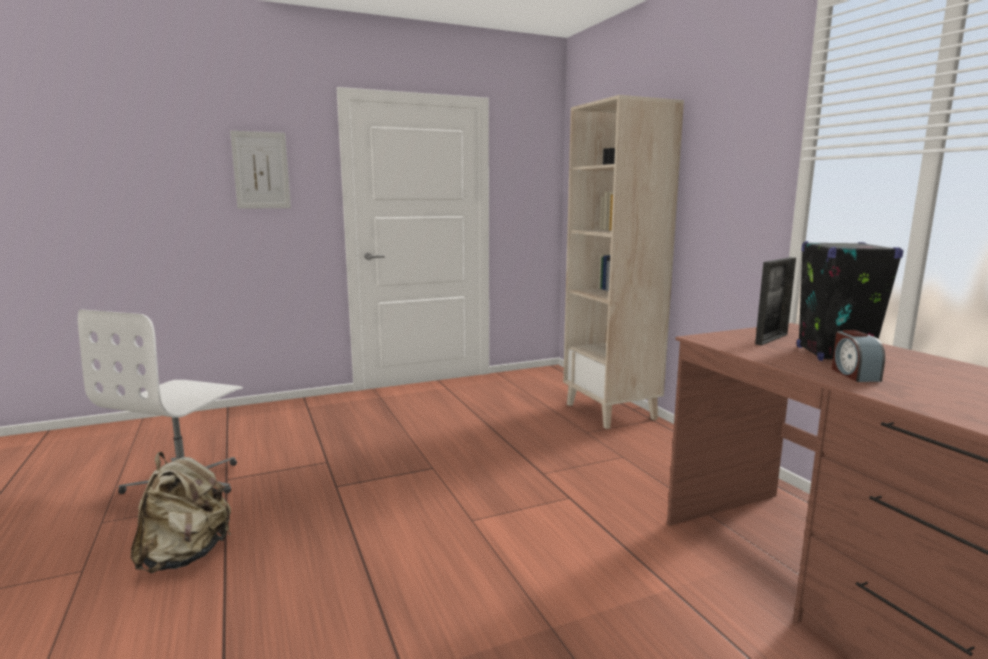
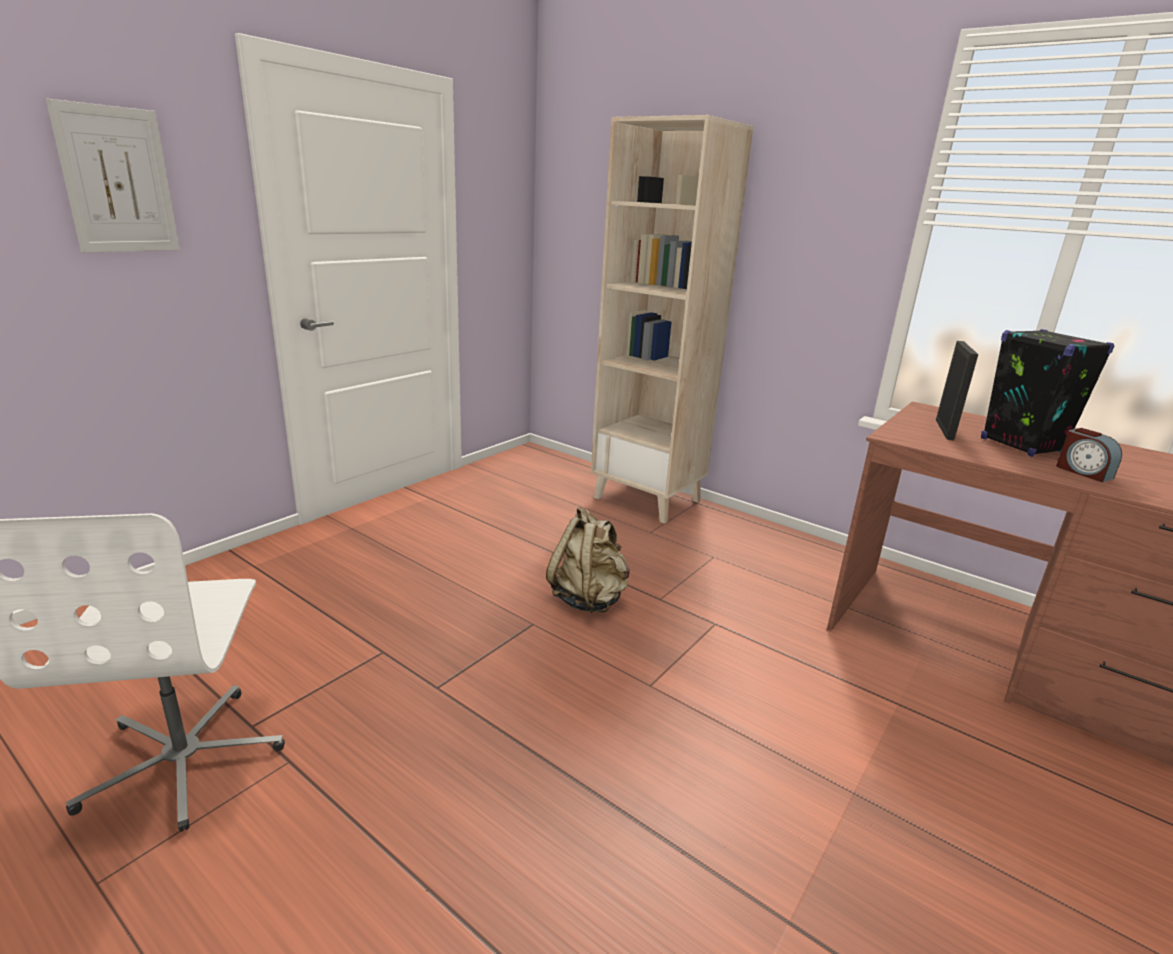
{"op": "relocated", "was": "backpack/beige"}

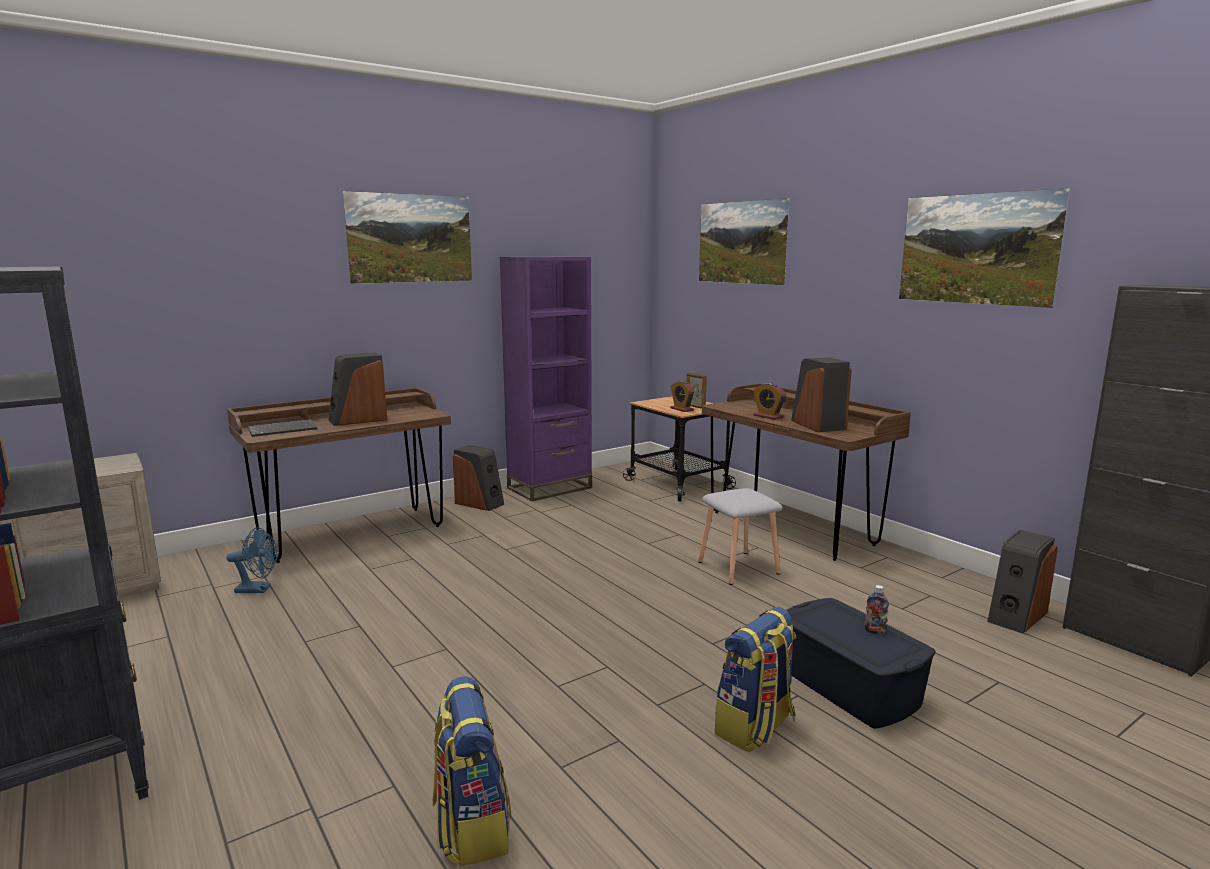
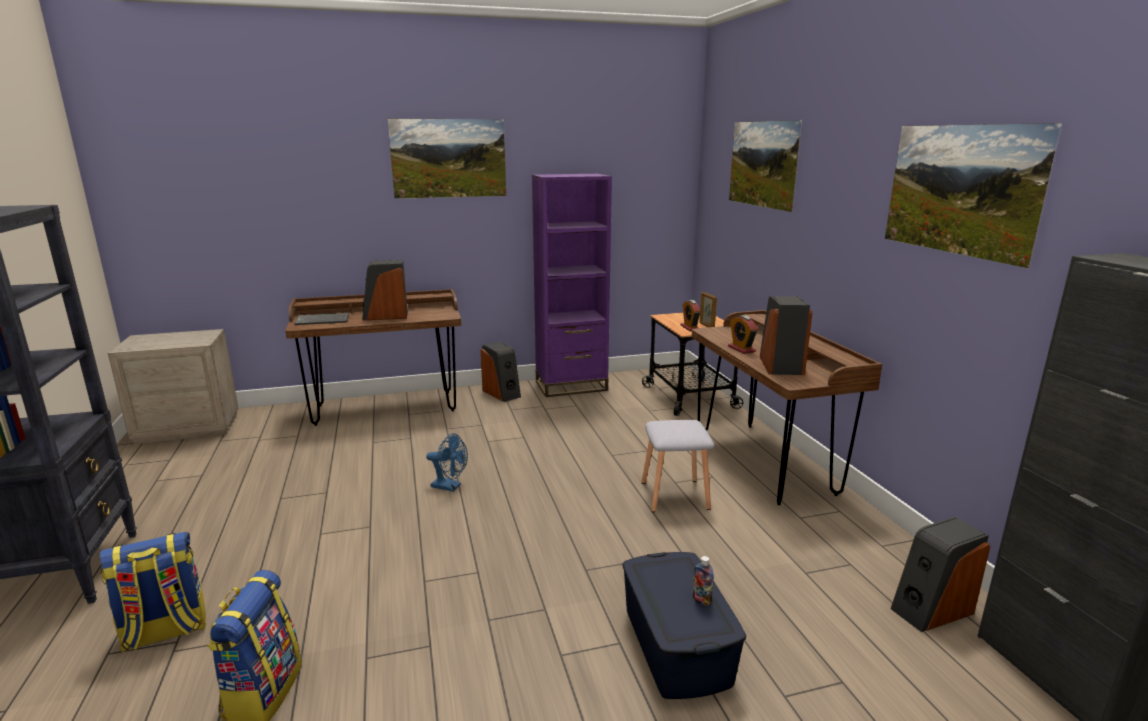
{"op": "relocated", "was": "fan/blue"}
{"op": "relocated", "was": "backpack (no. 2 from left in the first image)", "now": "backpack (no. 1 from left)"}

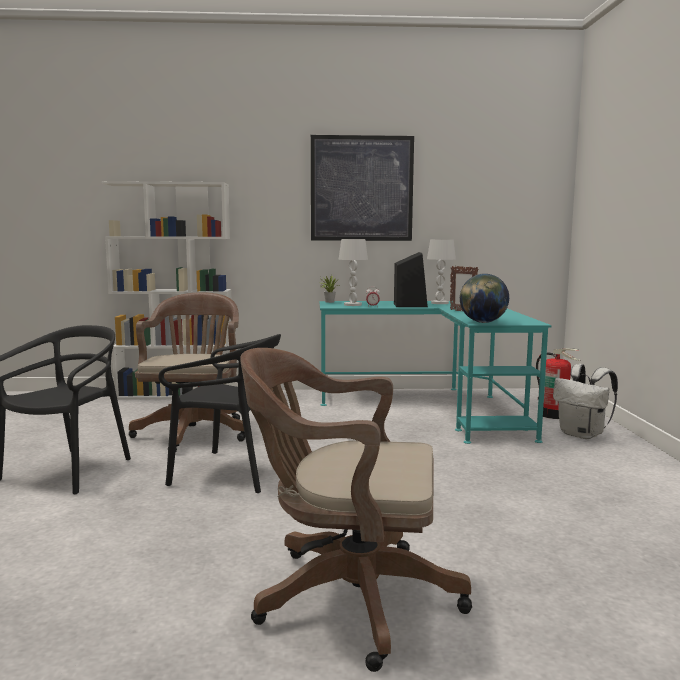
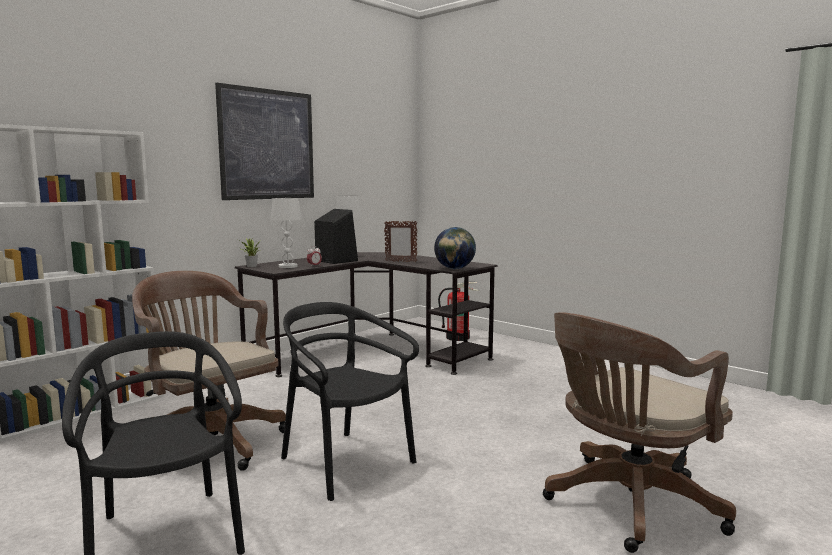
{"op": "spun", "was": "chair/black (no. 2 from left)", "clockwise": -105}
{"op": "colour", "was": "desk/turquoise", "now": "desk/black"}
{"op": "missing", "was": "backpack/white"}

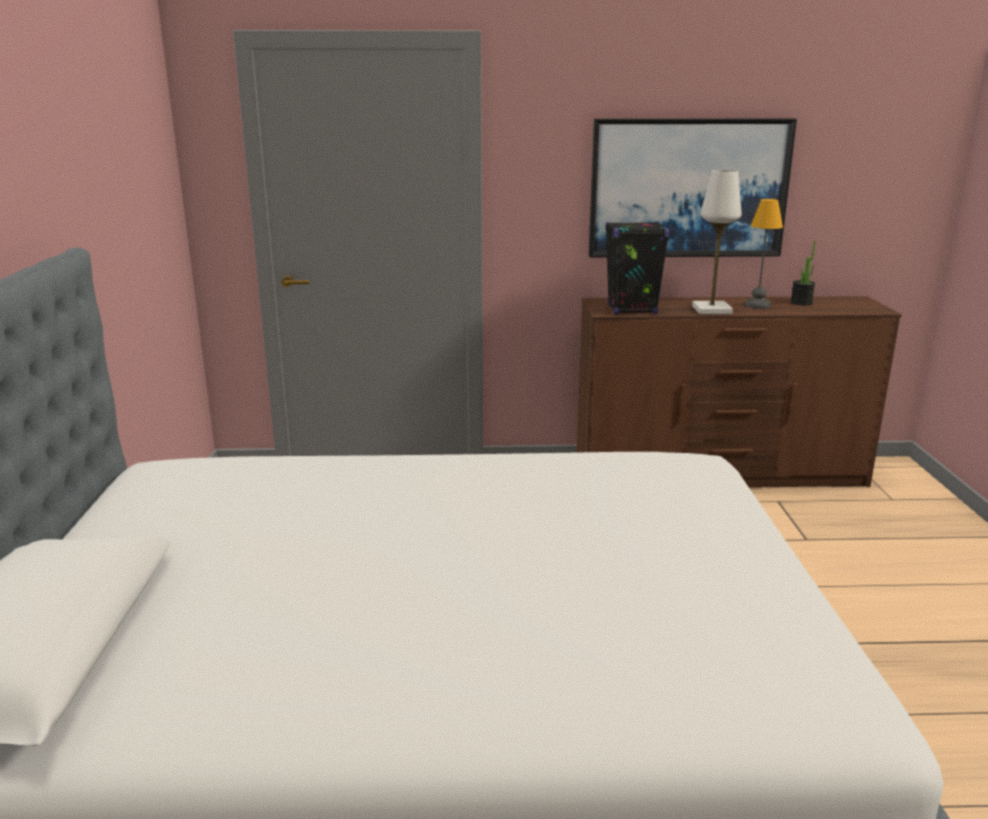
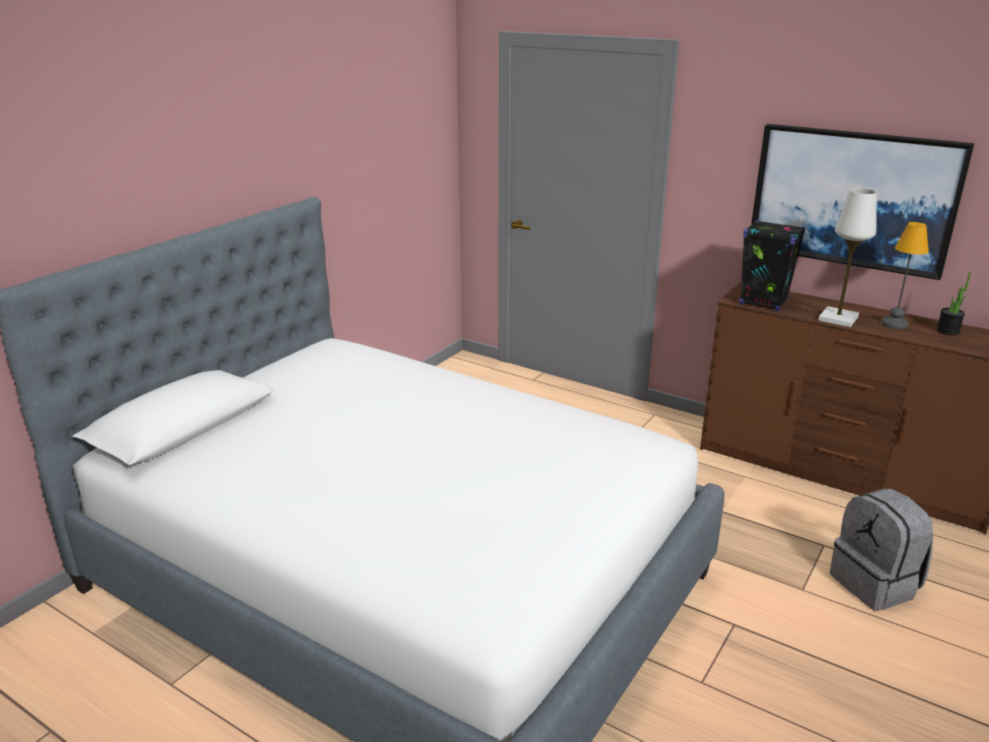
{"op": "appeared", "now": "backpack/grey"}

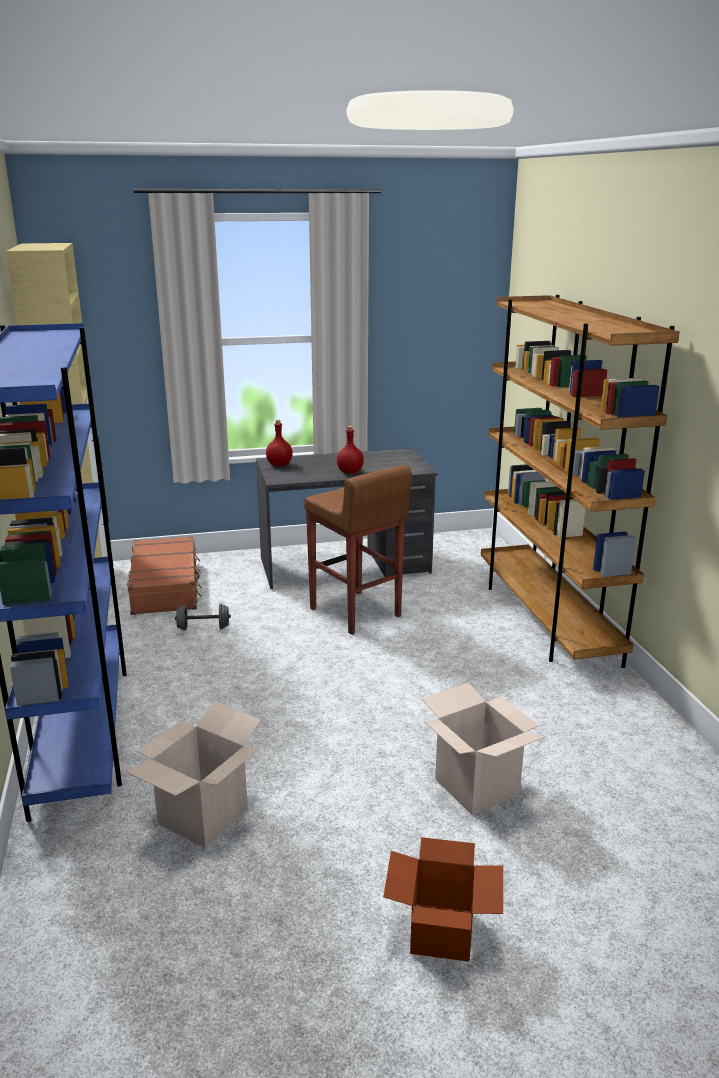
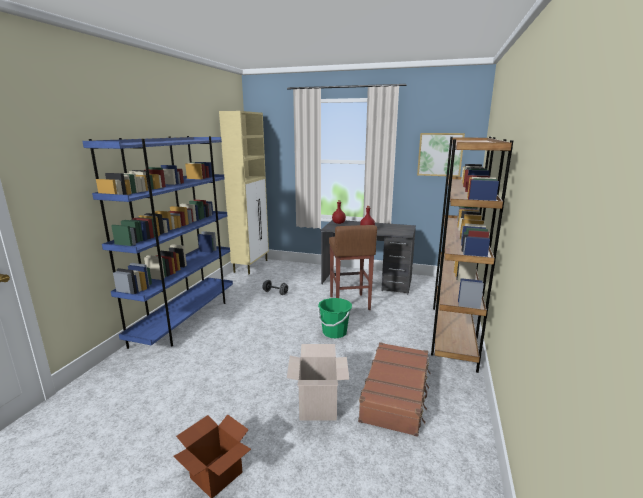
{"op": "missing", "was": "cardboard box (no. 1 from left)"}
{"op": "relocated", "was": "suitcase/brown"}
{"op": "appeared", "now": "bucket/green"}
{"op": "appeared", "now": "picture"}

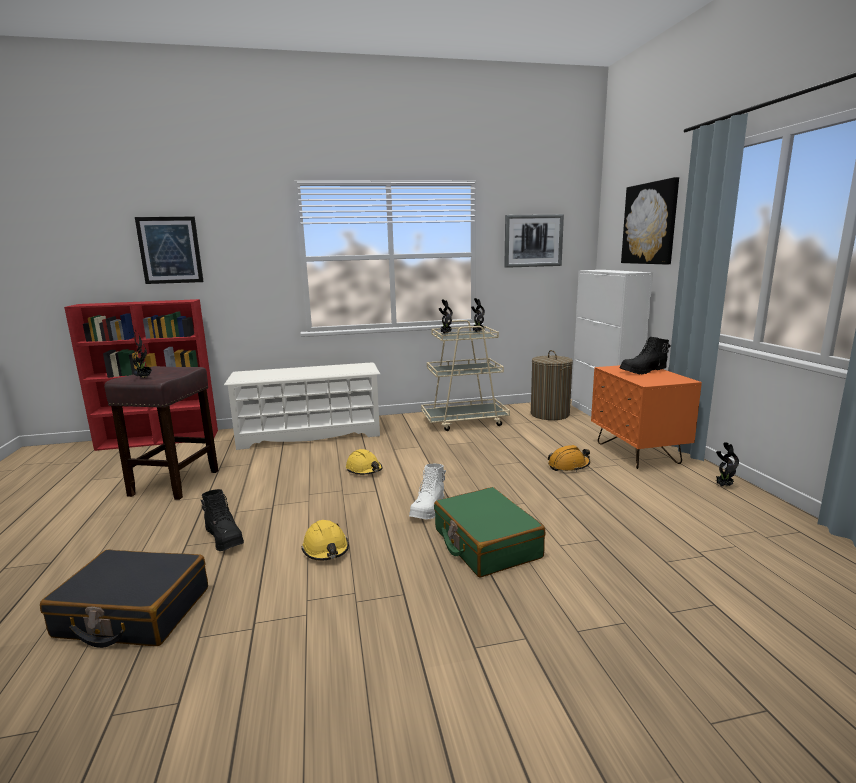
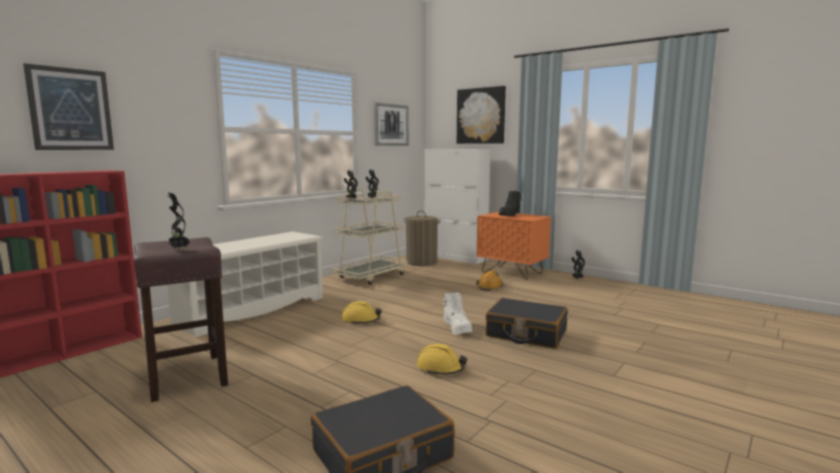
{"op": "missing", "was": "boot/black (no. 1 from left)"}
{"op": "colour", "was": "suitcase/green", "now": "suitcase/black (no. 2 from left)"}

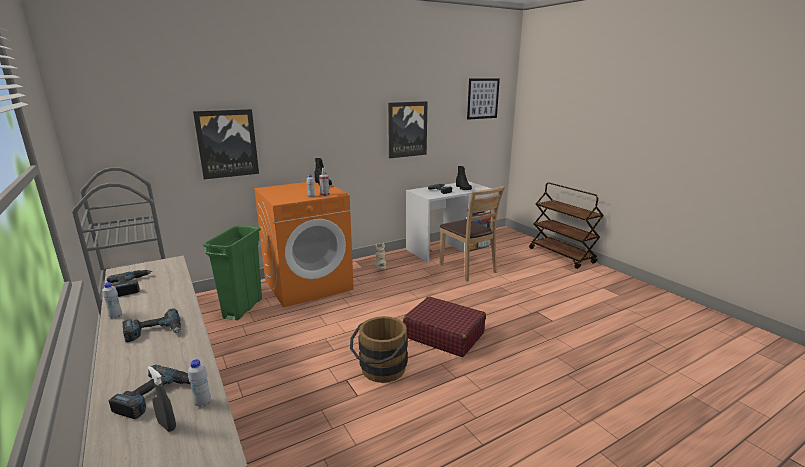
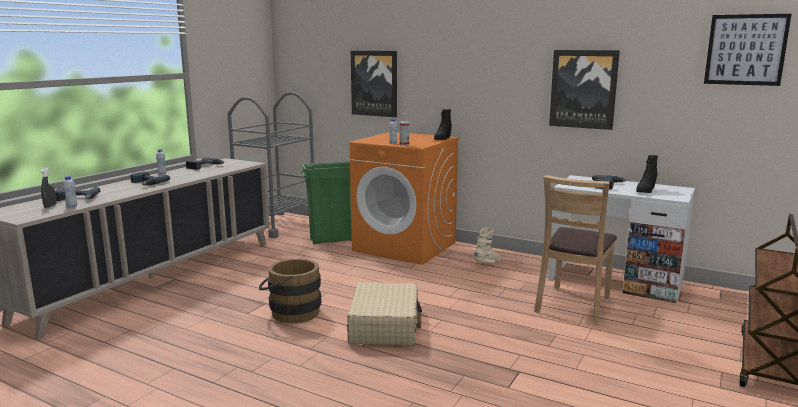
{"op": "colour", "was": "suitcase/red", "now": "suitcase/beige"}

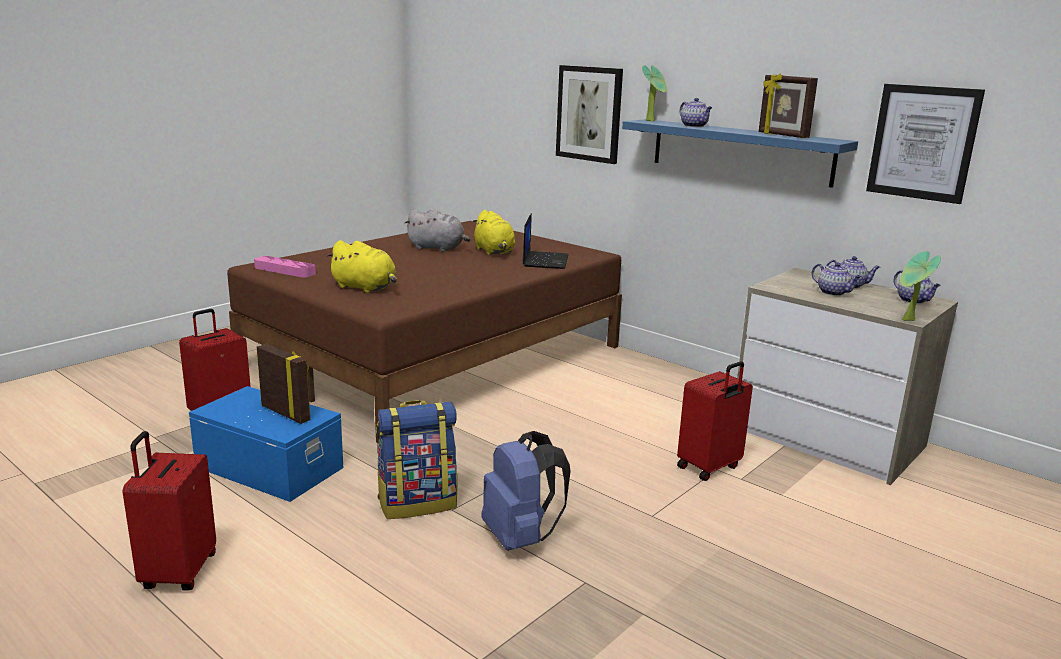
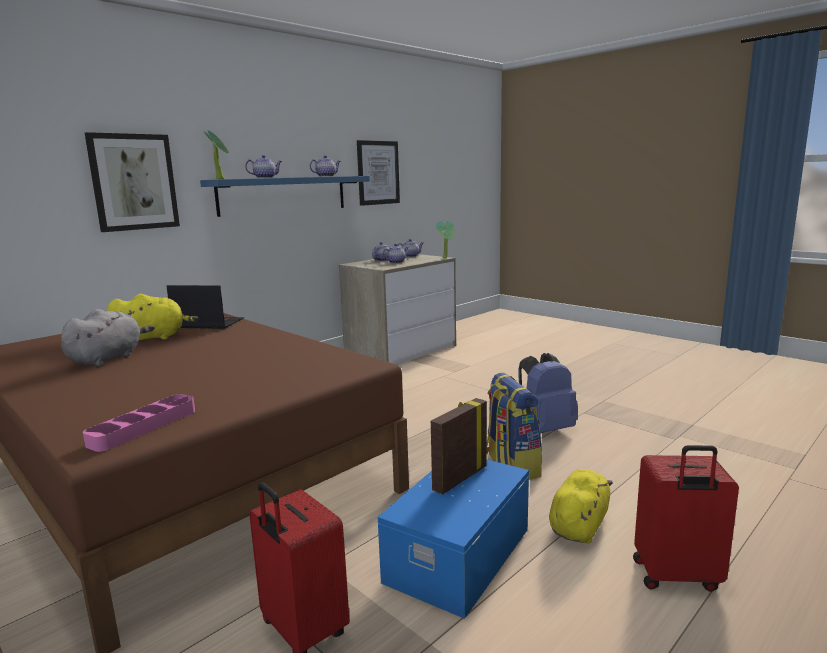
{"op": "relocated", "was": "plush toy/yellow (no. 1 from left in the first image)", "now": "plush toy/yellow (no. 2 from left)"}
{"op": "missing", "was": "suitcase/red (no. 3 from left)"}
{"op": "exchanged", "was": "picture frame (no. 2 from left)", "now": "teapot (no. 2 from left)"}

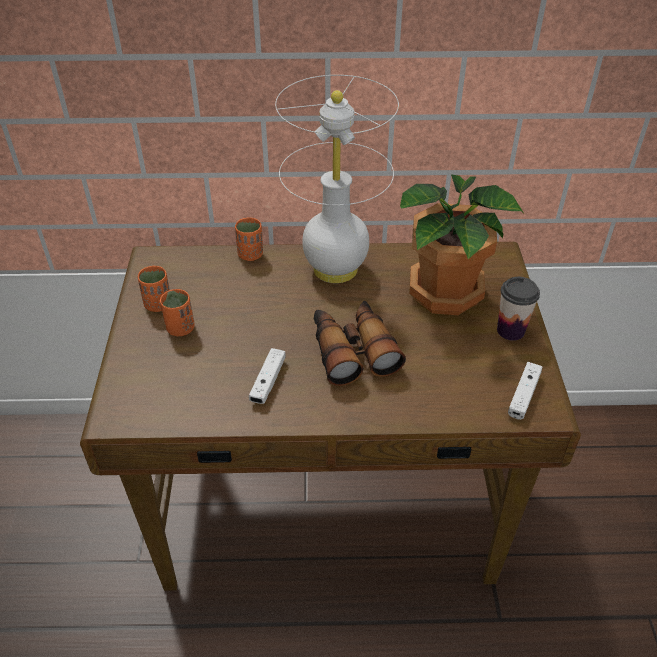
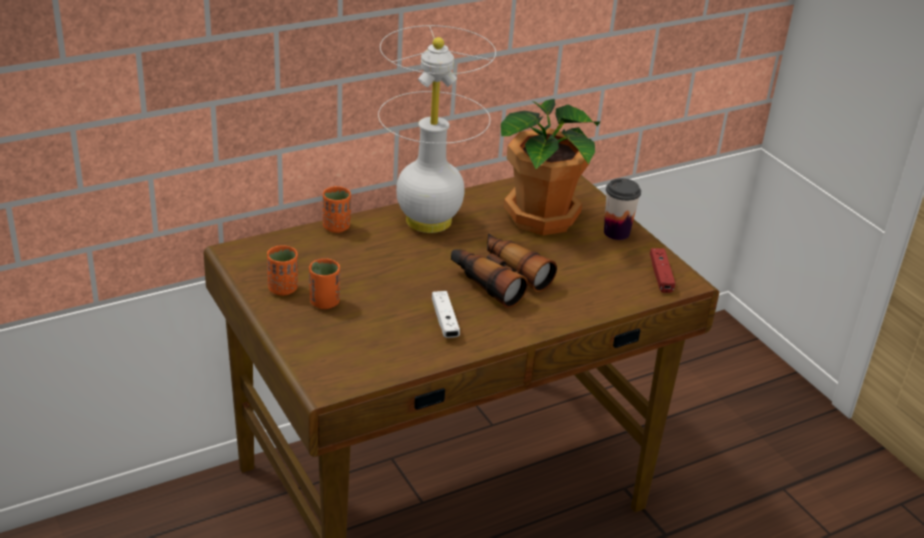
{"op": "colour", "was": "game controller/white (no. 2 from left)", "now": "game controller/red"}

